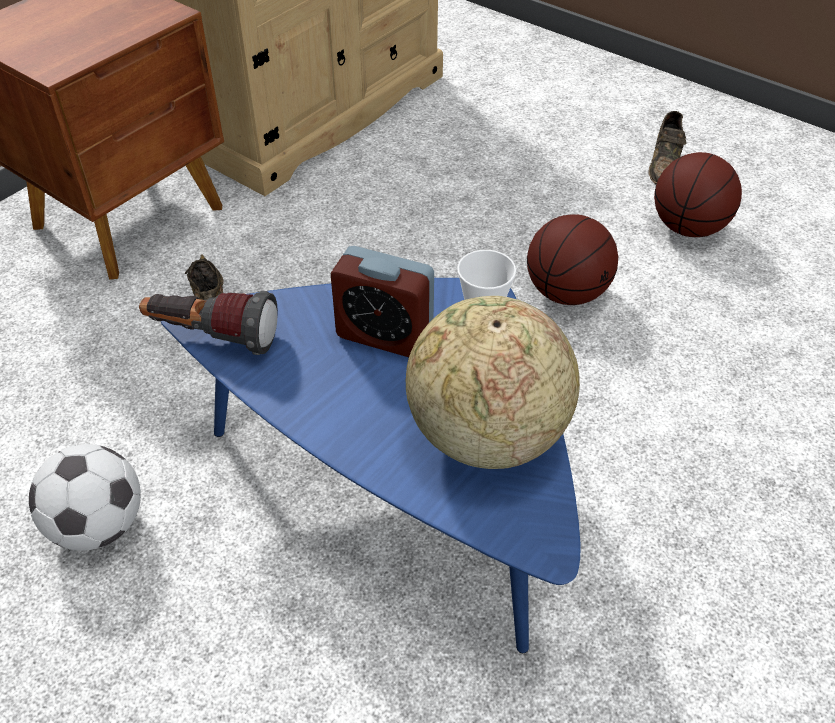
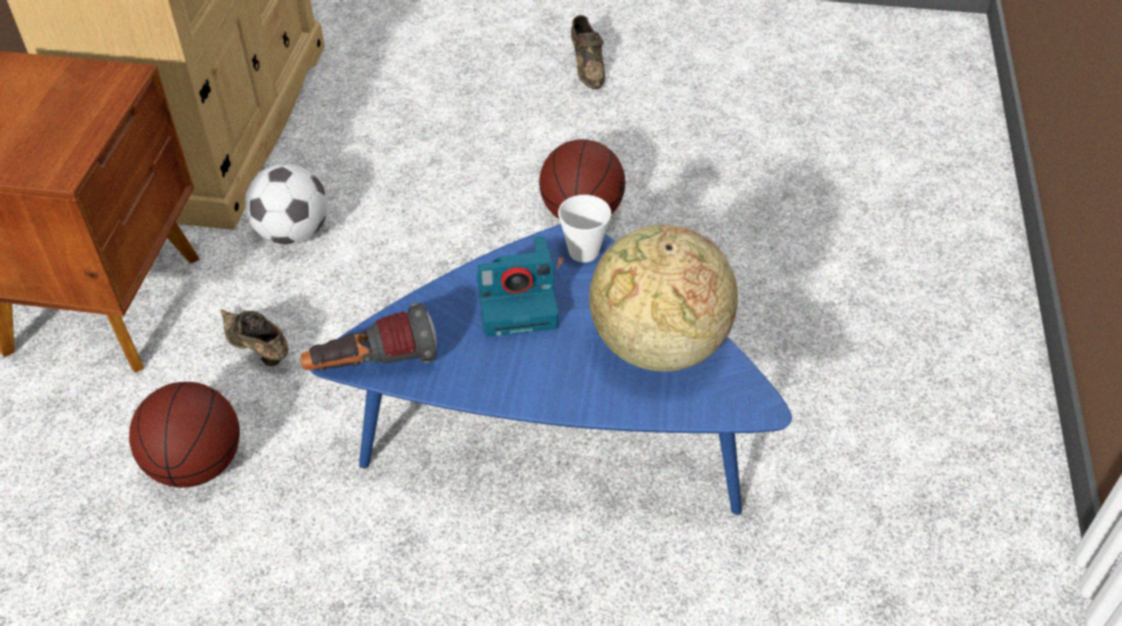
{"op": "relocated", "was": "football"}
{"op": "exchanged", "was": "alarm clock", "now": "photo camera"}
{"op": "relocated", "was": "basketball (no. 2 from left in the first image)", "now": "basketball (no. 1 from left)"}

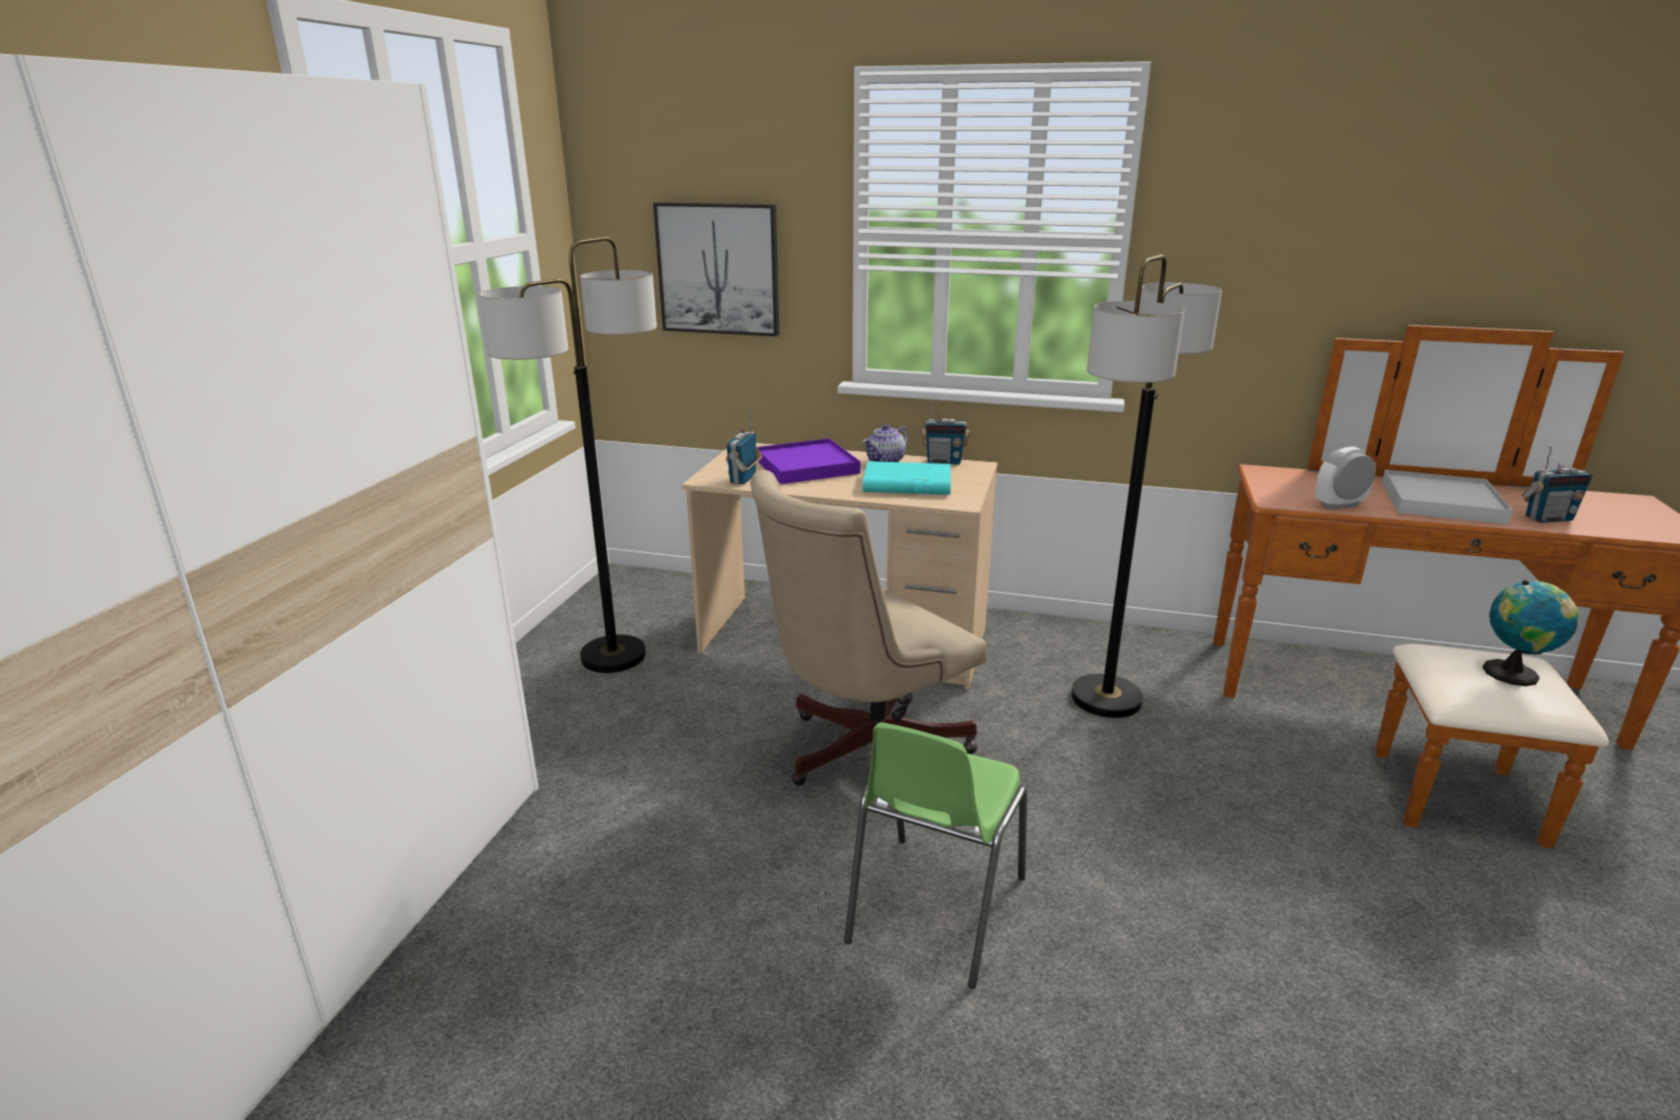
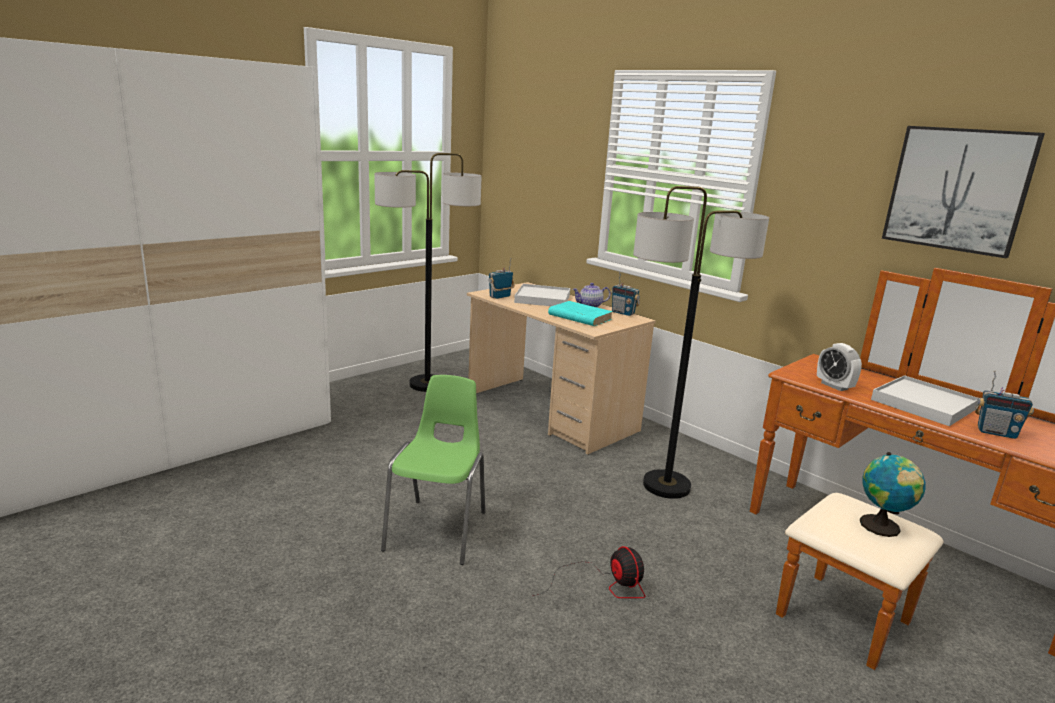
{"op": "relocated", "was": "picture"}
{"op": "missing", "was": "office chair/beige"}
{"op": "colour", "was": "tray/purple", "now": "tray/white (no. 1 from left)"}
{"op": "spun", "was": "chair/green", "clockwise": 135}
{"op": "spun", "was": "alarm clock", "clockwise": -135}
{"op": "appeared", "now": "fan"}

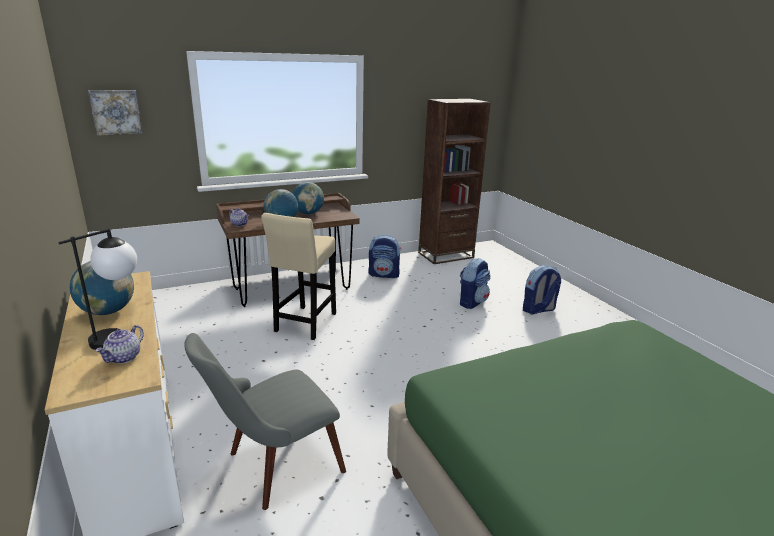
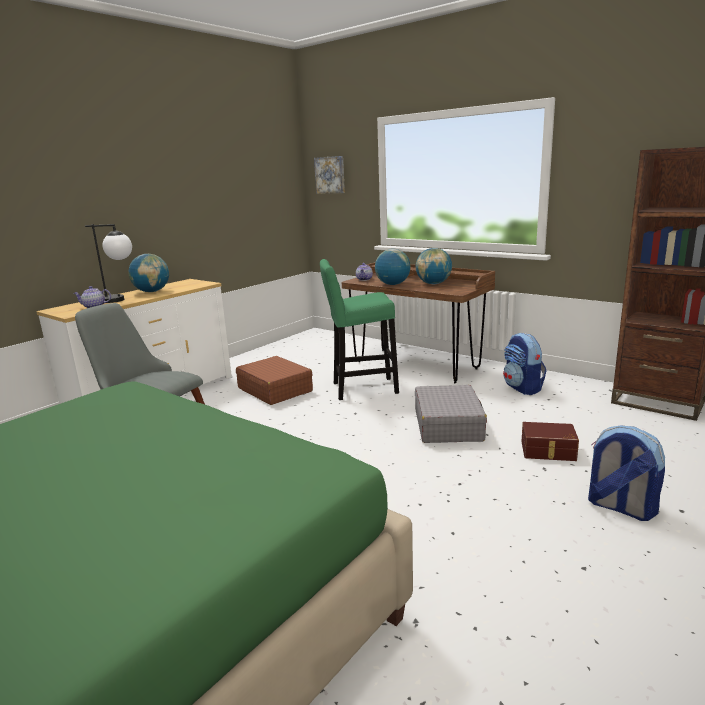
{"op": "colour", "was": "stool/beige", "now": "stool/green"}
{"op": "exchanged", "was": "backpack (no. 2 from left)", "now": "storage box/brown"}
{"op": "appeared", "now": "suitcase/brown"}
{"op": "appeared", "now": "suitcase/grey"}

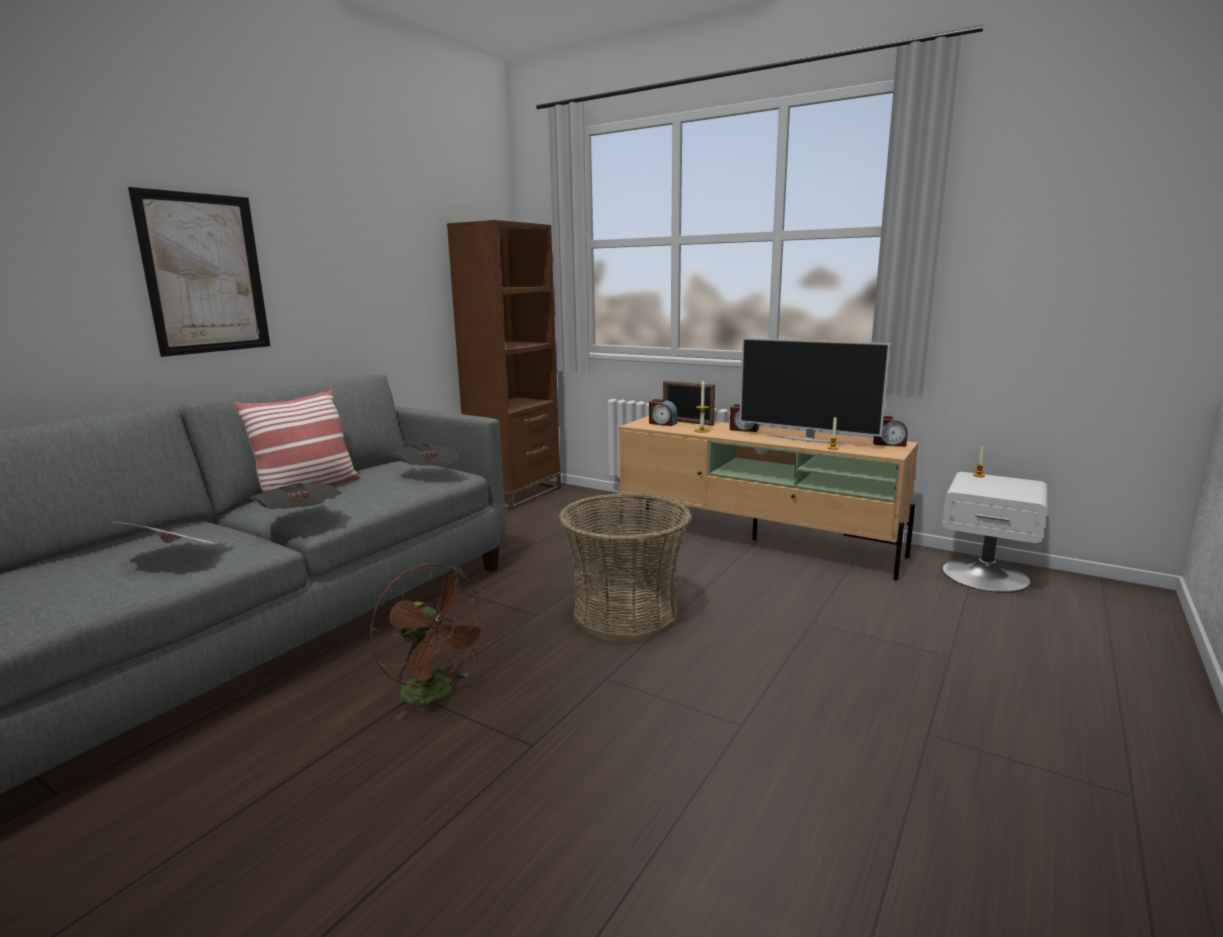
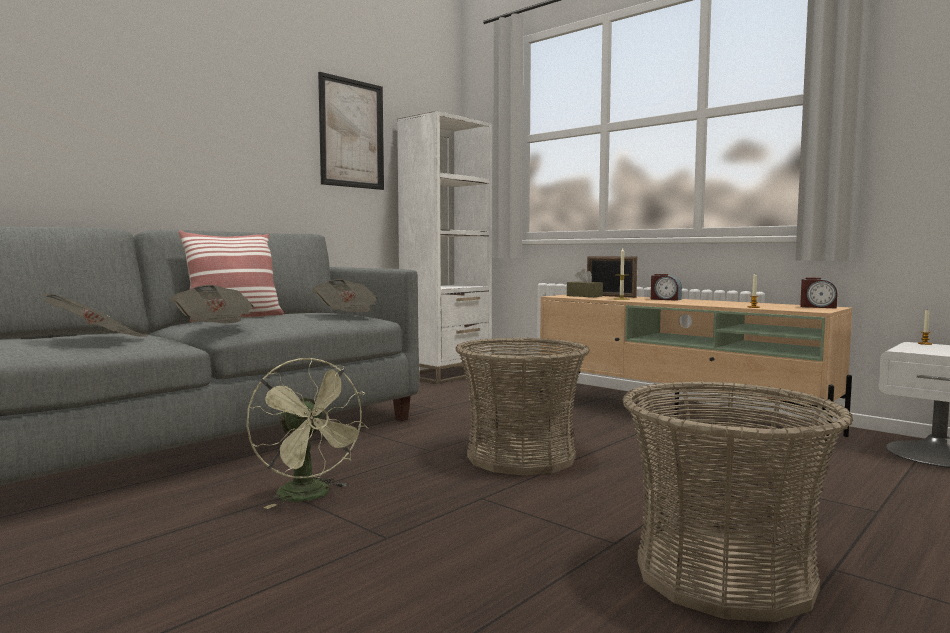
{"op": "relocated", "was": "picture"}
{"op": "colour", "was": "fan/brown", "now": "fan/green"}
{"op": "colour", "was": "bookcase/brown", "now": "bookcase/white"}
{"op": "exchanged", "was": "alarm clock (no. 1 from left)", "now": "tissue box/brown"}
{"op": "missing", "was": "television"}
{"op": "appeared", "now": "basket (no. 2 from left)"}

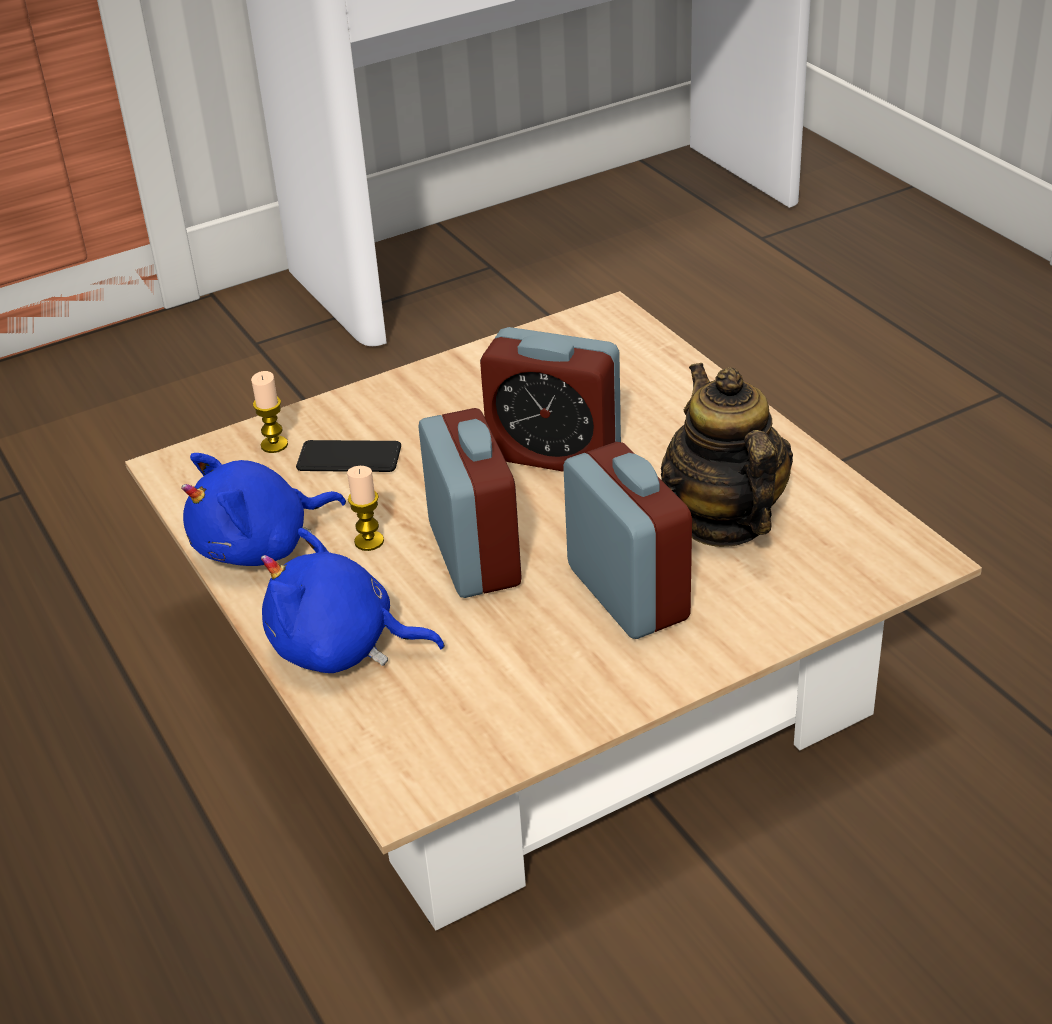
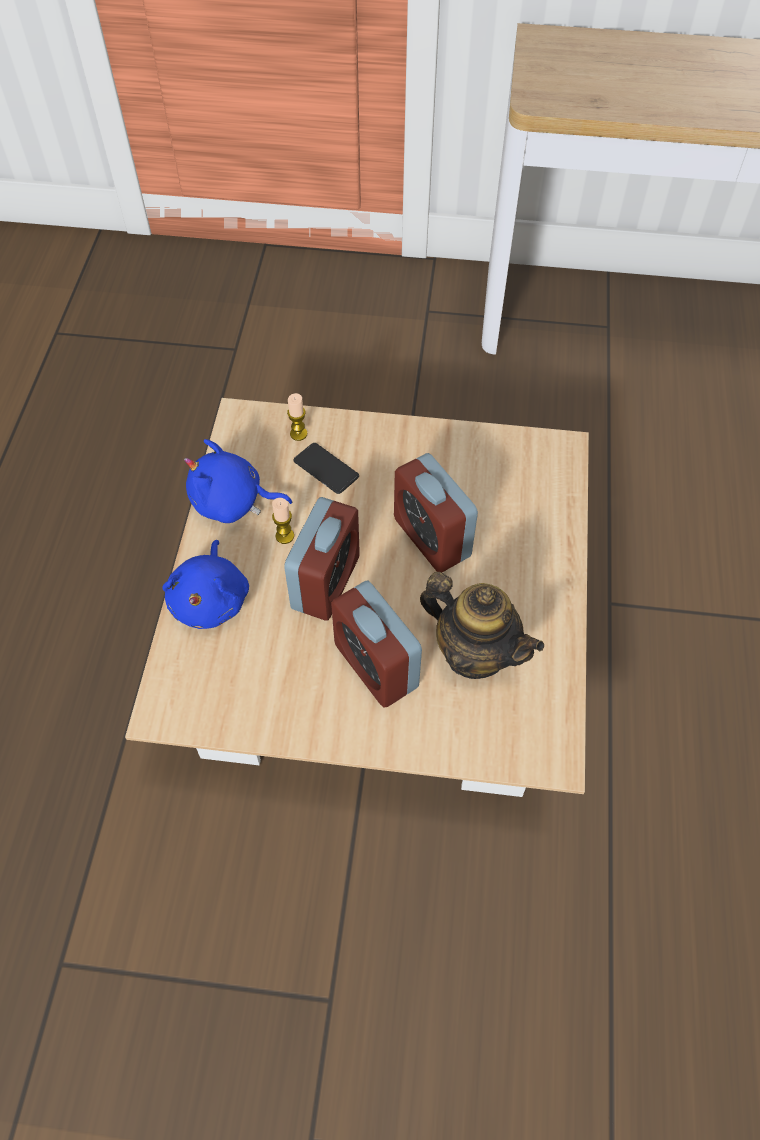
{"op": "spun", "was": "plush toy/blue (no. 2 from left in the first image)", "clockwise": -135}
{"op": "spun", "was": "alarm clock (no. 3 from left in the first image)", "clockwise": 135}
{"op": "spun", "was": "teapot", "clockwise": 105}

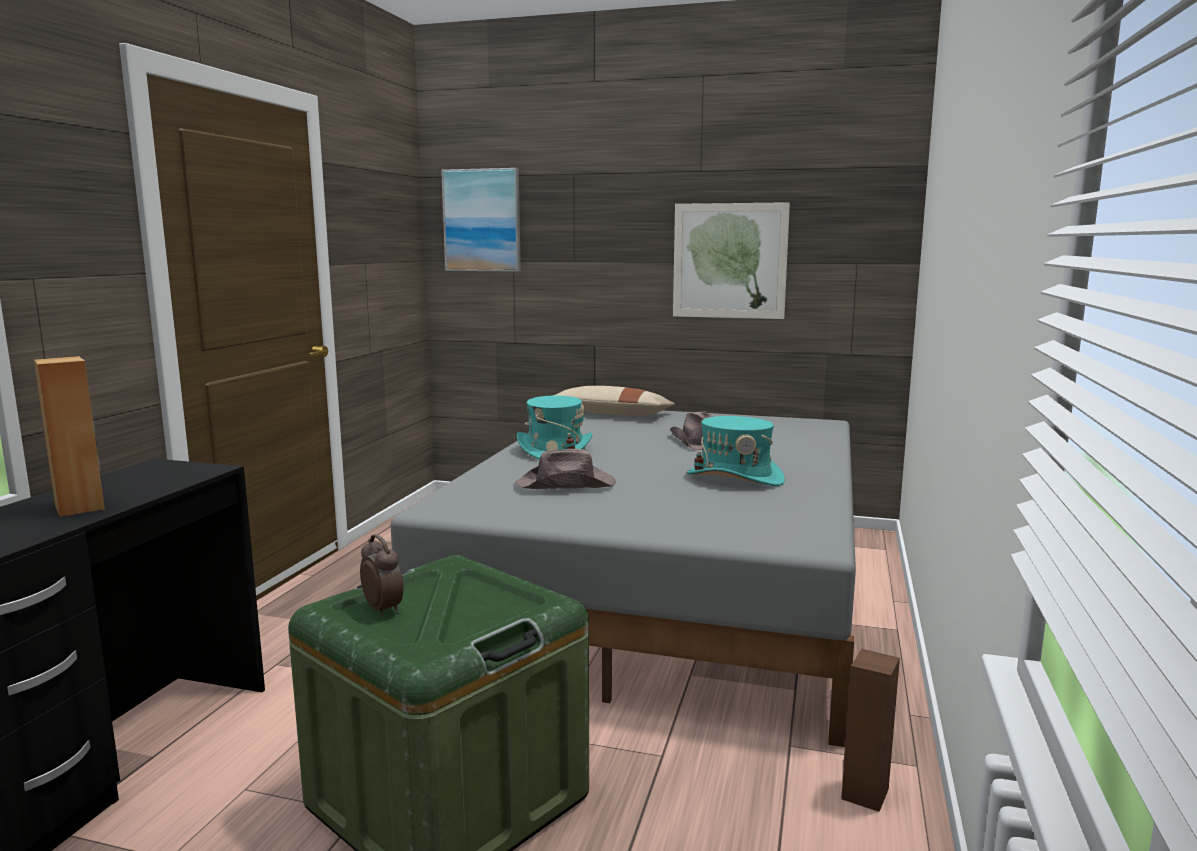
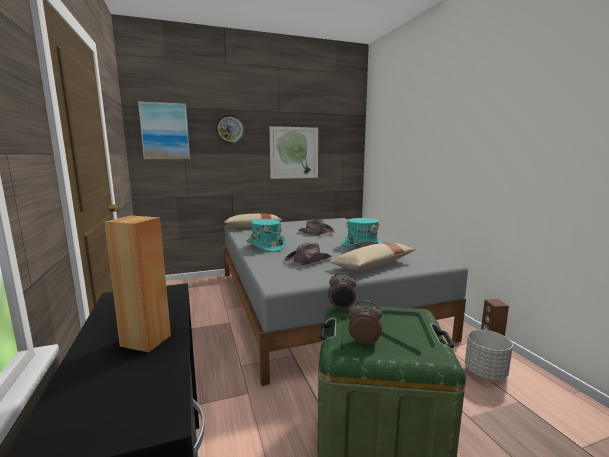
{"op": "appeared", "now": "wall clock"}
{"op": "appeared", "now": "alarm clock (no. 1 from left)"}
{"op": "appeared", "now": "pillow/beige (no. 2 from left)"}
{"op": "appeared", "now": "planter/grey"}

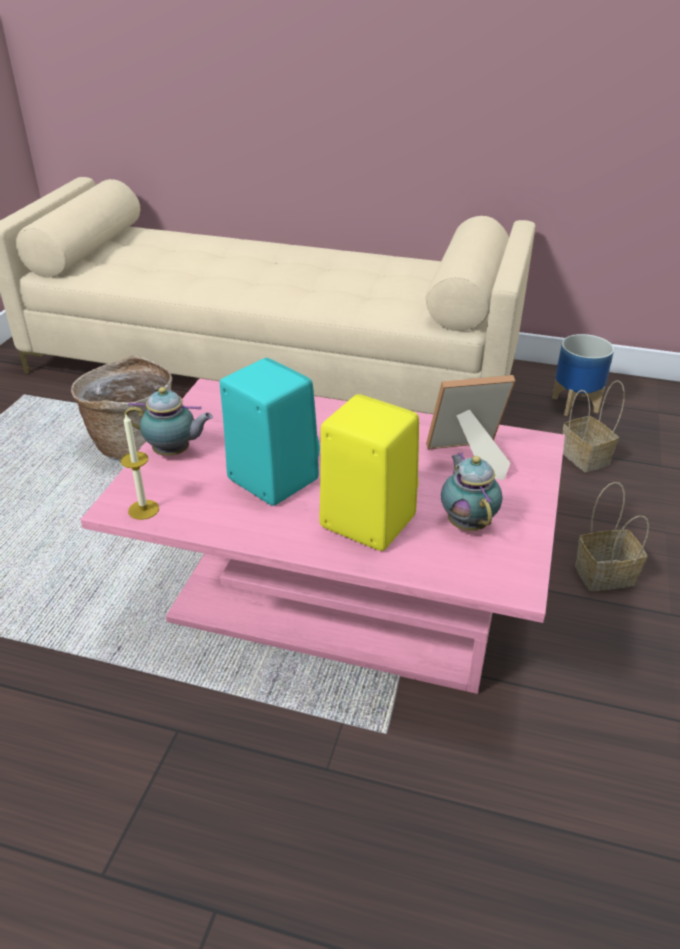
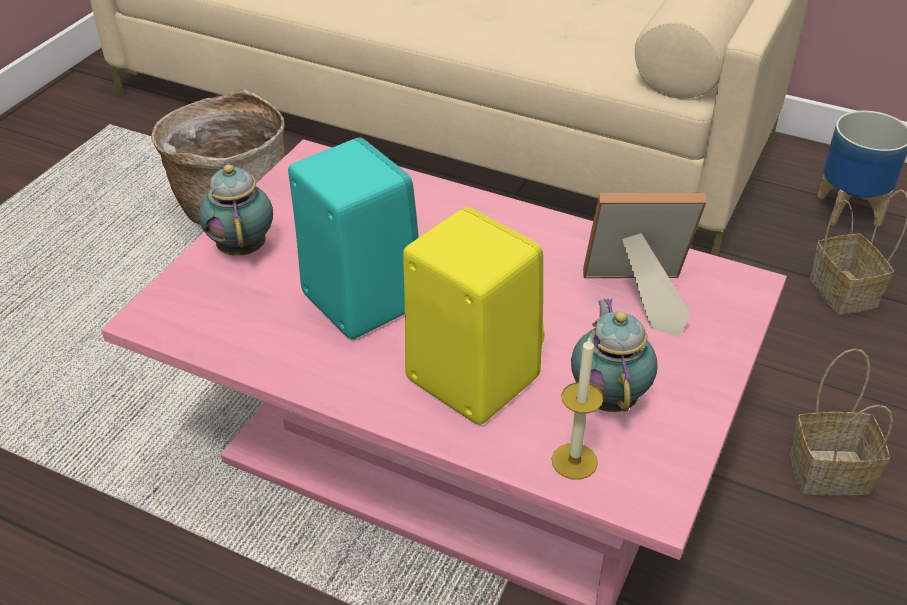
{"op": "relocated", "was": "candle"}
{"op": "spun", "was": "teapot (no. 1 from left)", "clockwise": -120}

